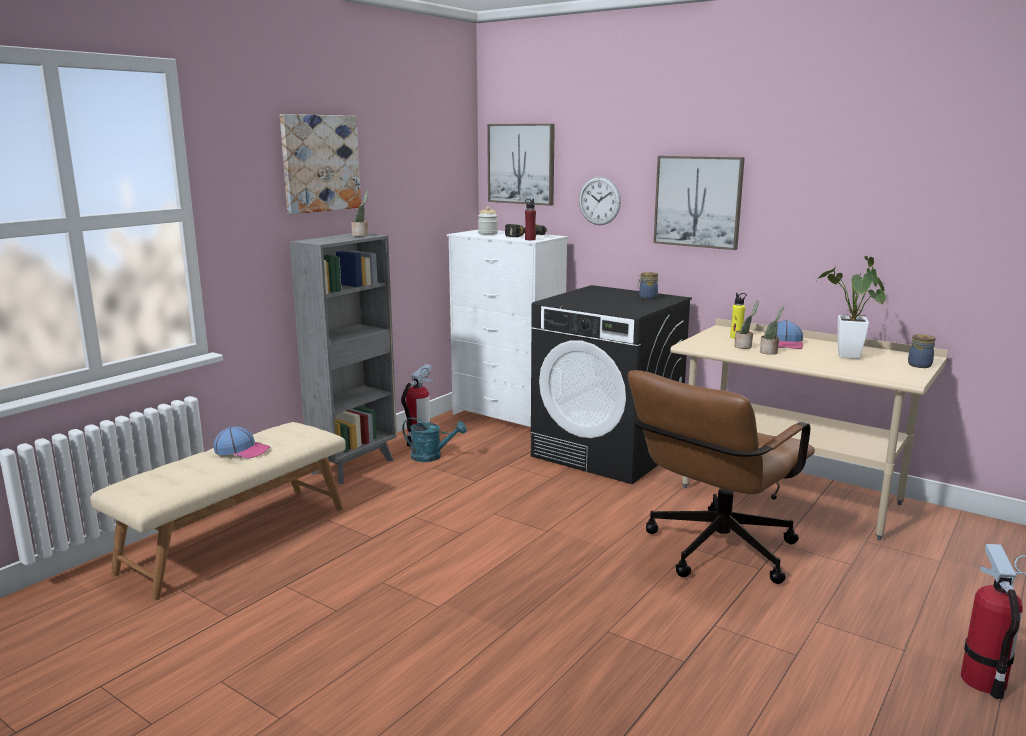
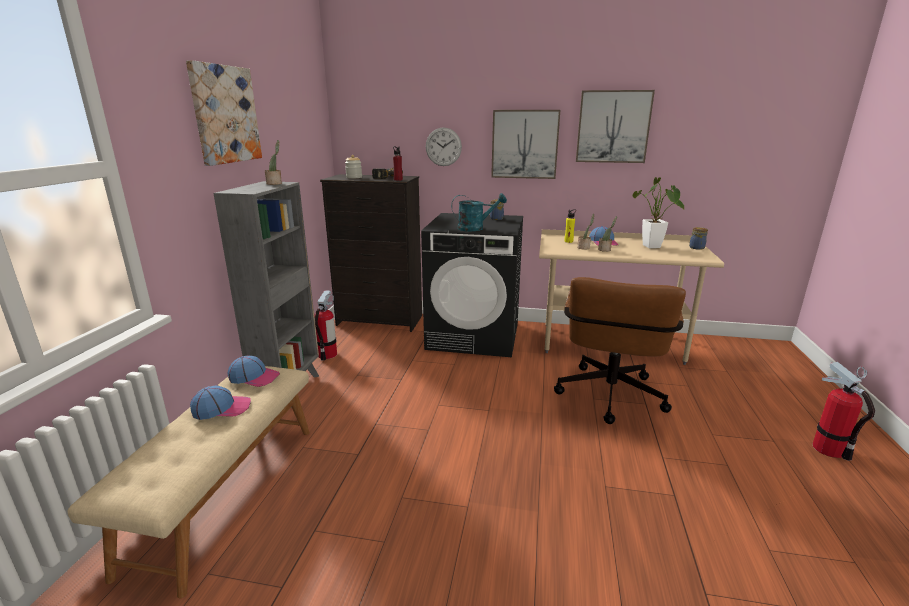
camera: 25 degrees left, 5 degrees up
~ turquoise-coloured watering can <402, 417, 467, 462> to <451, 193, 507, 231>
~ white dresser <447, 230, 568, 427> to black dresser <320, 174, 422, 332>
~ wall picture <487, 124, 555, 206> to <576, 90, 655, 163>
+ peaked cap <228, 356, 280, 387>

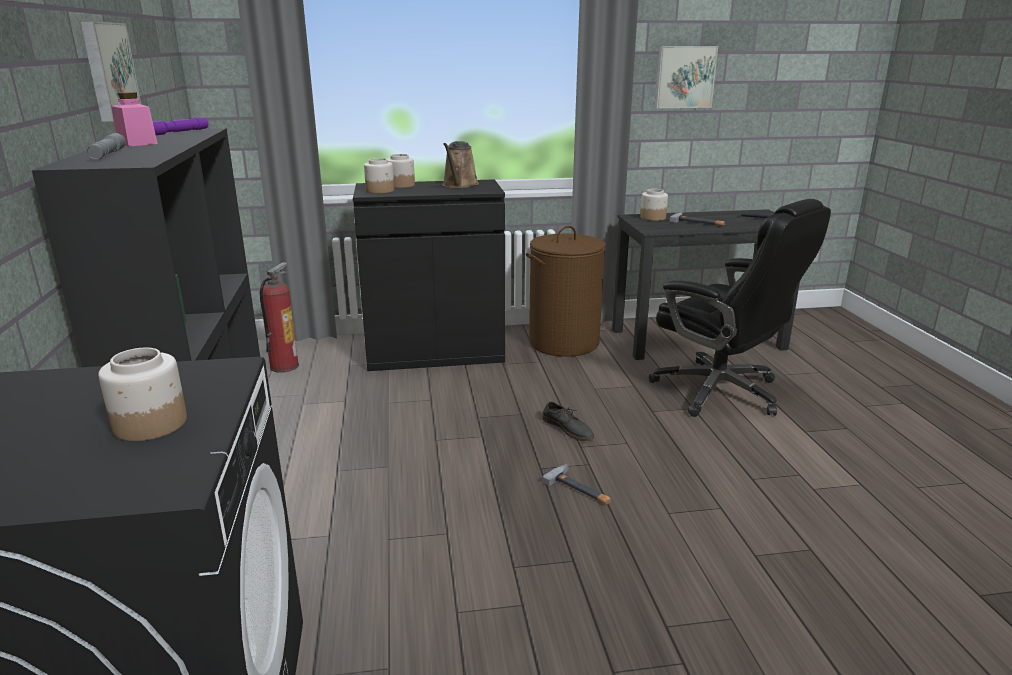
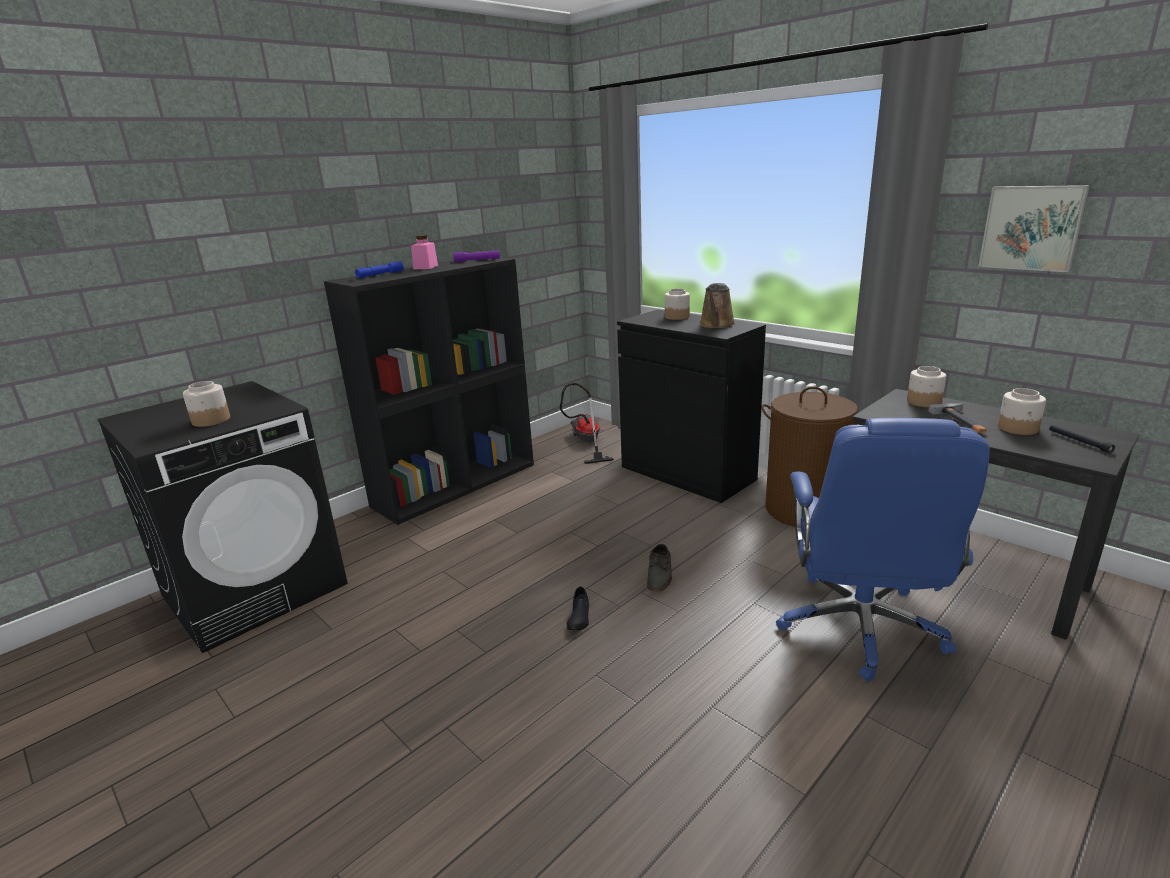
camera: 55 degrees right, 0 degrees up
- wall picture <80, 21, 141, 122>
~ gray torch <86, 133, 126, 160> to blue torch <355, 261, 404, 278>
~ fire extinguisher <259, 262, 299, 373> to vacuum cleaner <560, 383, 614, 464>
~ storage jar <364, 158, 394, 194> to <998, 388, 1046, 435>
~ brown watering can <442, 141, 479, 188> = <699, 283, 735, 328> 45 degrees counterclockwise
~ tool hammer <542, 464, 611, 505> to black shoe <567, 586, 589, 630>
~ black office chair <649, 199, 831, 417> to blue office chair <776, 418, 990, 682>

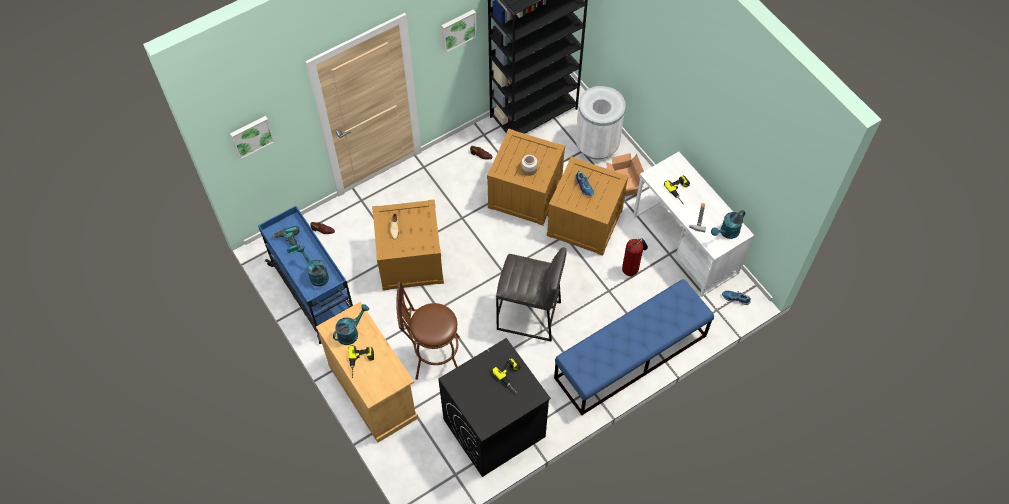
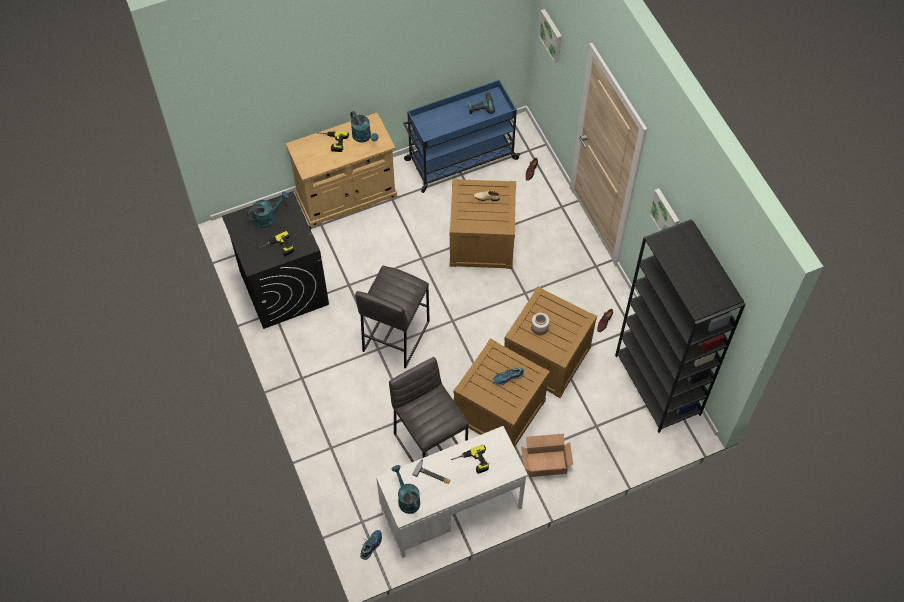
camera: 100 degrees right, 0 degrees up
~ turquoise-coloured watering can <297, 246, 329, 286> to <247, 191, 289, 228>
- brown stool <396, 282, 460, 380>
- blue indoor bench <554, 279, 714, 415>
- white trash can <575, 86, 626, 160>
~ fire extinguisher <622, 238, 648, 276> to gray stool <389, 357, 469, 462>

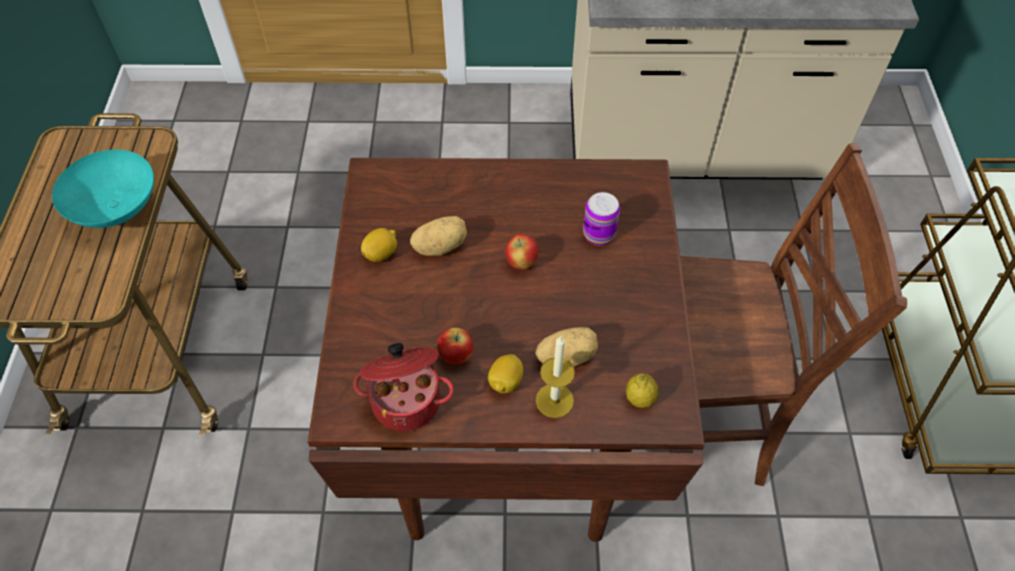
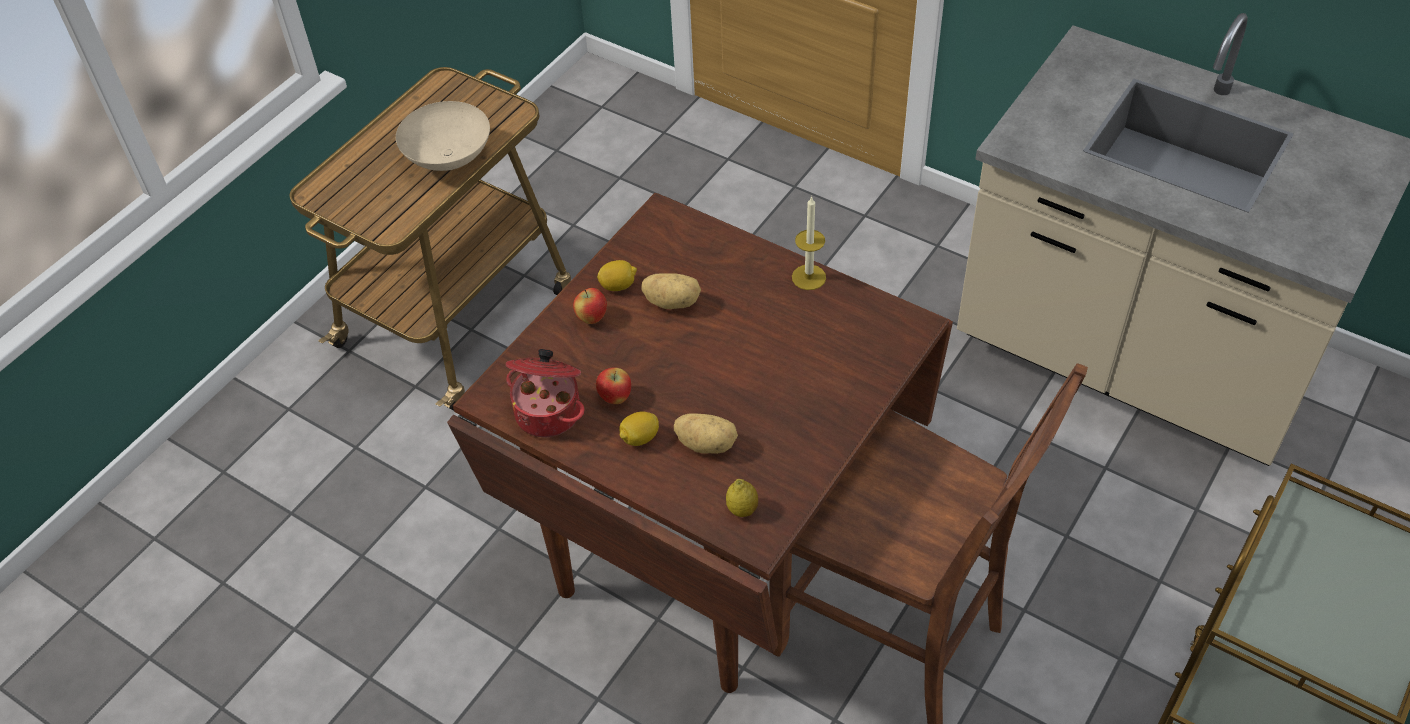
camera: 35 degrees right, 5 degrees down
~ turquoise-coloured deep dish <52, 150, 154, 228> to beige-coloured deep dish <396, 101, 490, 171>
~ apple fruit <505, 234, 539, 270> to <573, 288, 607, 324>
~ wax light <536, 336, 575, 418> to <792, 196, 826, 290>
- can <583, 192, 620, 245>

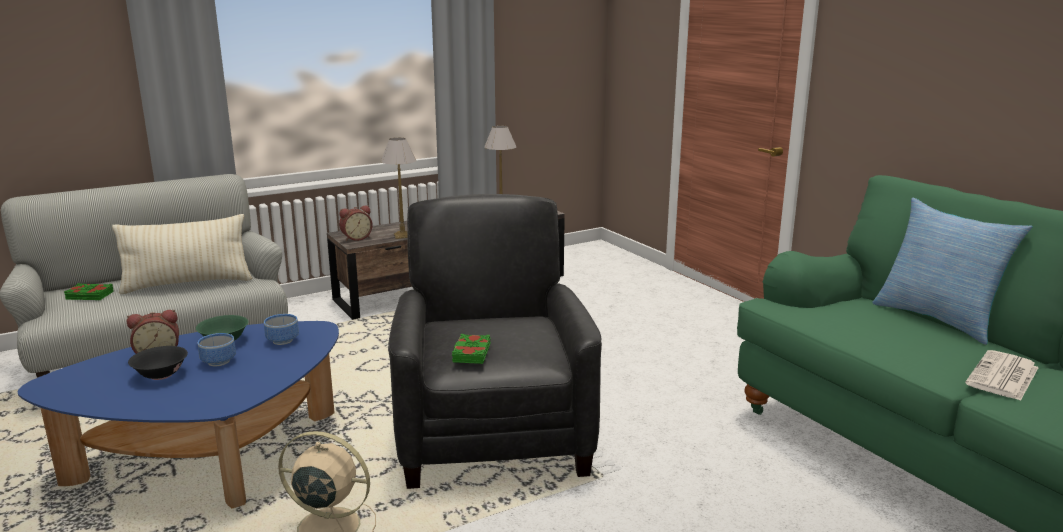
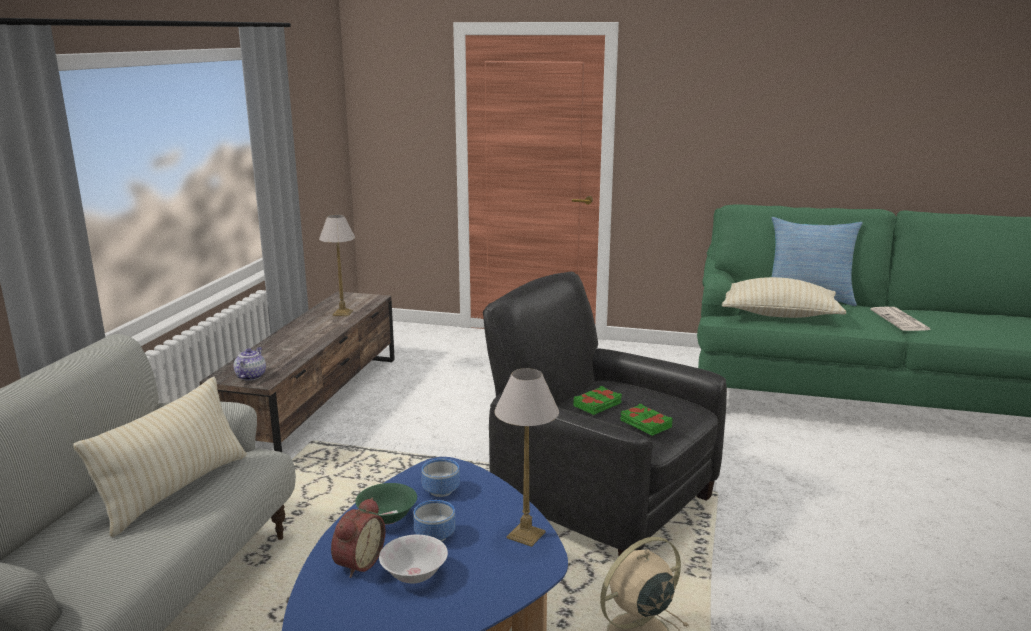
camera: 45 degrees left, 0 degrees up
~ greenish volume <64, 283, 114, 300> to <573, 386, 622, 415>
~ black deep dish <128, 346, 188, 380> to white deep dish <379, 535, 448, 584>
~ alarm clock <339, 205, 373, 241> to tea pot <234, 347, 266, 381>
~ lamp for a table <381, 138, 416, 239> to <494, 368, 559, 547>
+ beige-coloured throw pillow <721, 277, 846, 318>

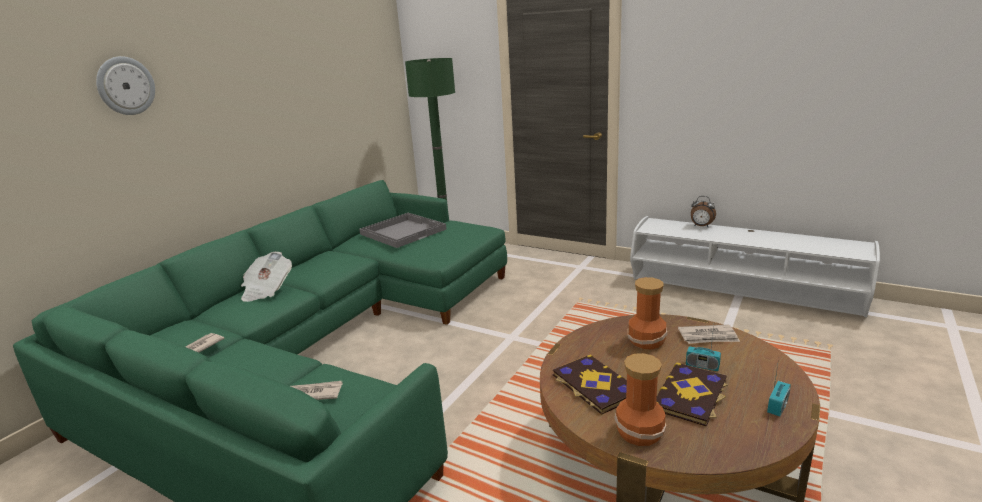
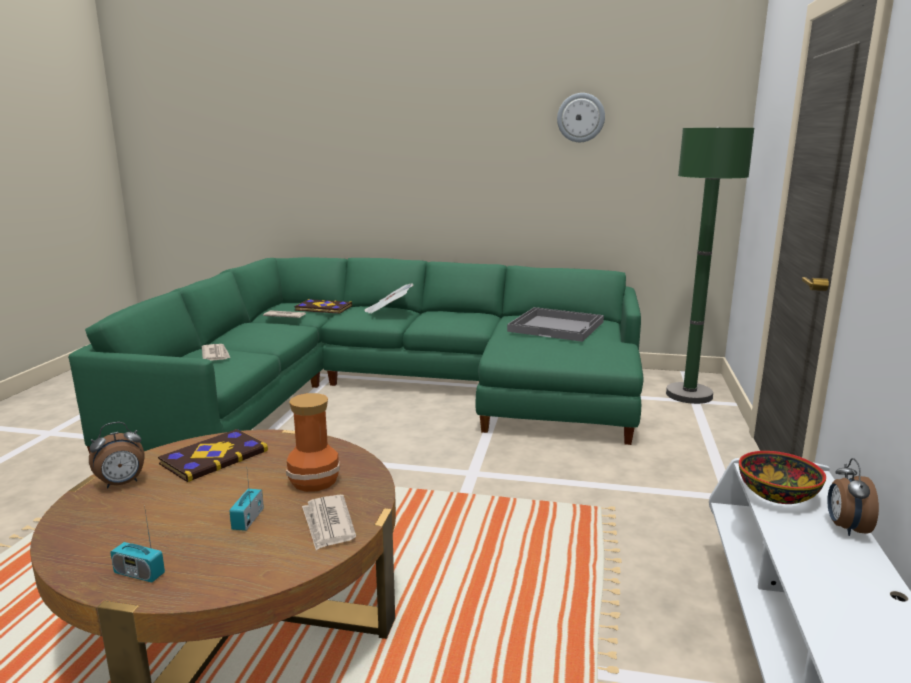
camera: 70 degrees right, 5 degrees down
~ wall clock <96, 56, 155, 115> to <557, 93, 605, 142>
~ vase <614, 353, 666, 446> to alarm clock <89, 422, 144, 489>
~ volume <656, 362, 728, 427> to <294, 299, 352, 314>
+ deep dish <739, 451, 826, 504>

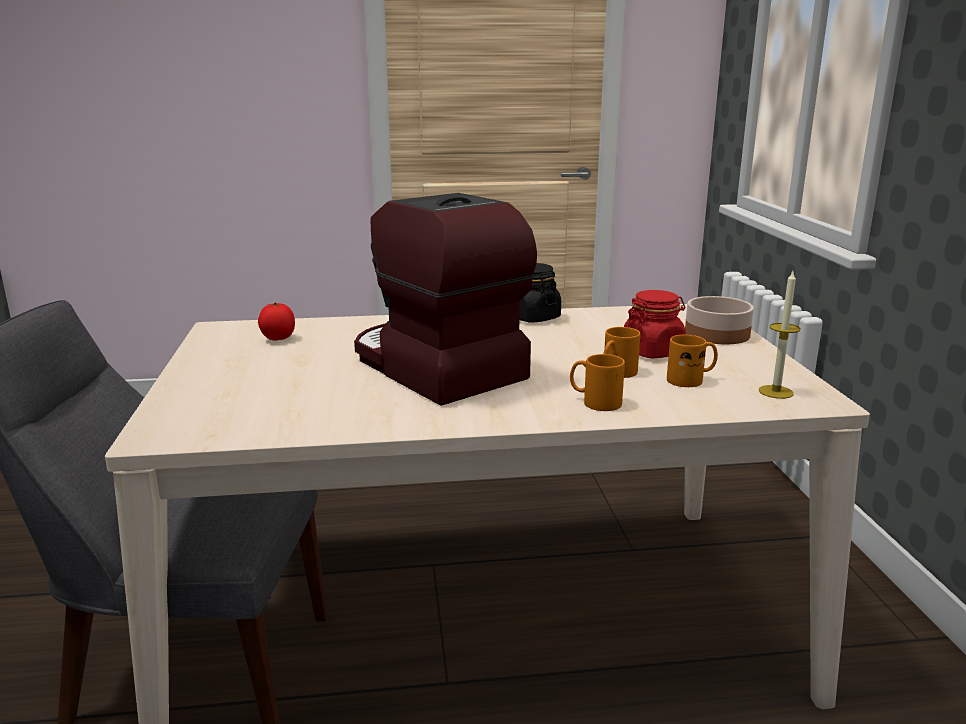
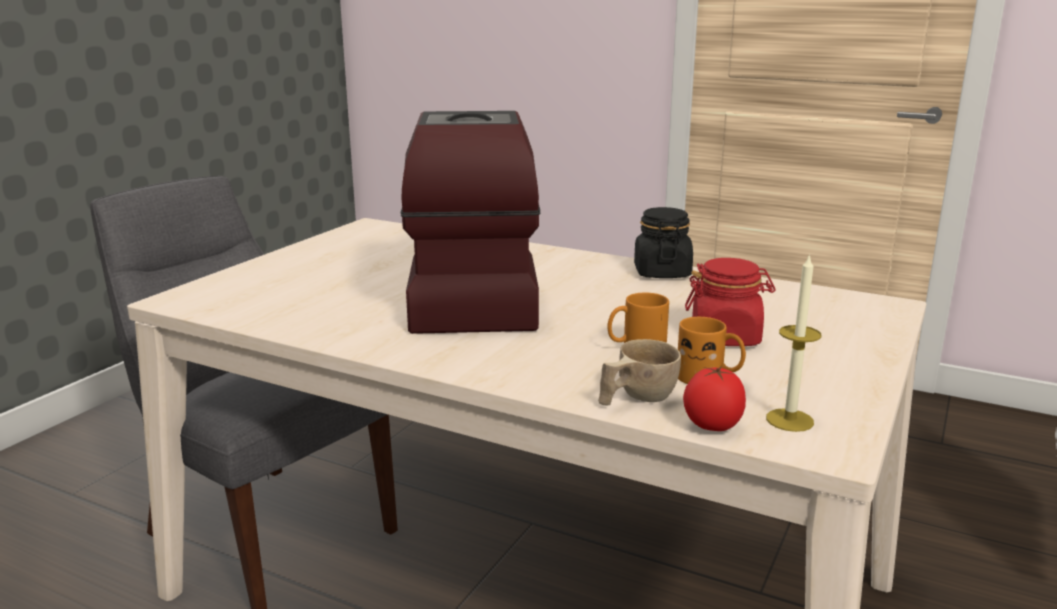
camera: 35 degrees right, 0 degrees up
~ tomato <258, 303, 295, 341> to <683, 366, 746, 431>
- orangey tea mug <570, 354, 625, 411>
- deep dish <685, 296, 754, 344>
+ beige-coloured cup <598, 339, 681, 405>

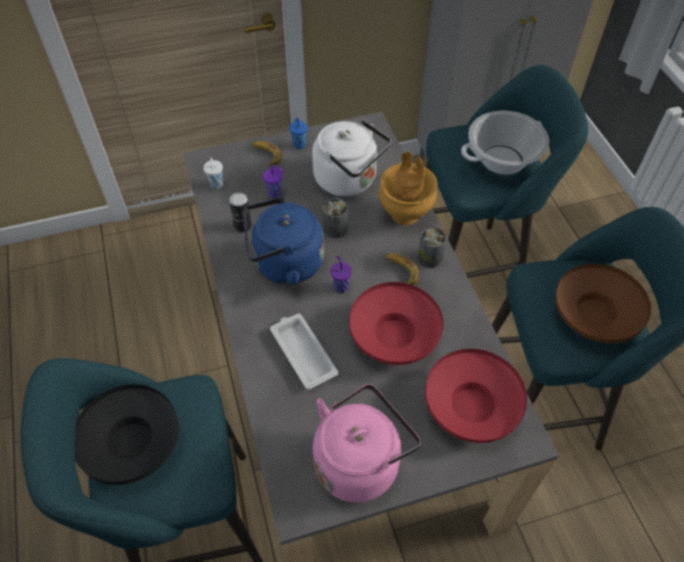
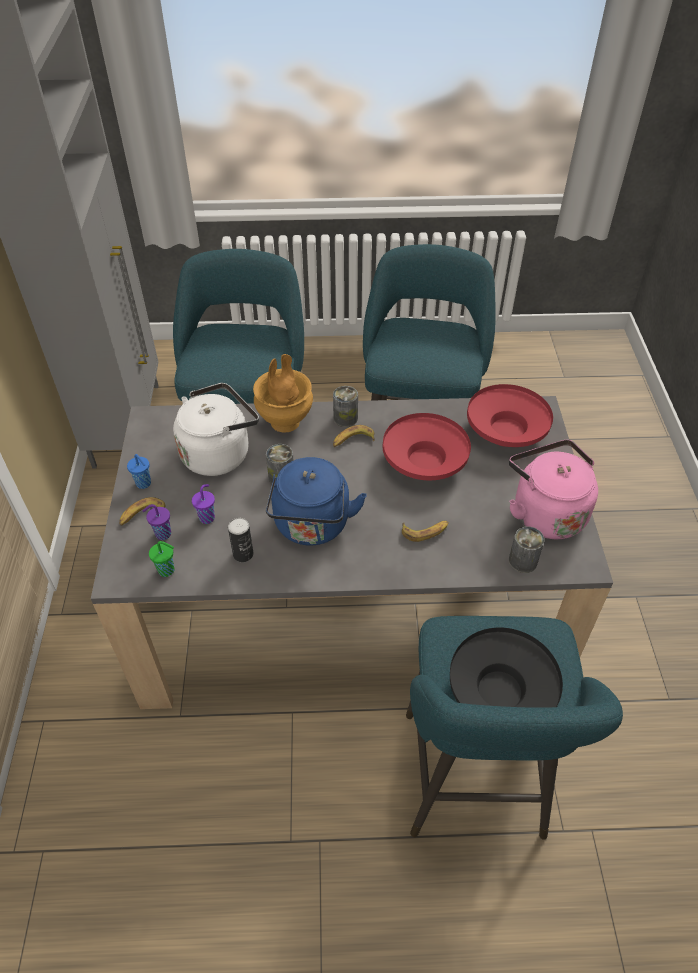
camera: 75 degrees left, 5 degrees down
~ white cup <203, 158, 223, 189> to greenish cup <149, 541, 174, 577>
~ white serving tray <270, 314, 338, 390> to banana <402, 521, 449, 542>
~ purple cup <330, 256, 352, 293> to <142, 504, 171, 540>
- stockpot <461, 110, 549, 175>
- brown deep dish <555, 264, 651, 343>
+ can <509, 526, 545, 573>

